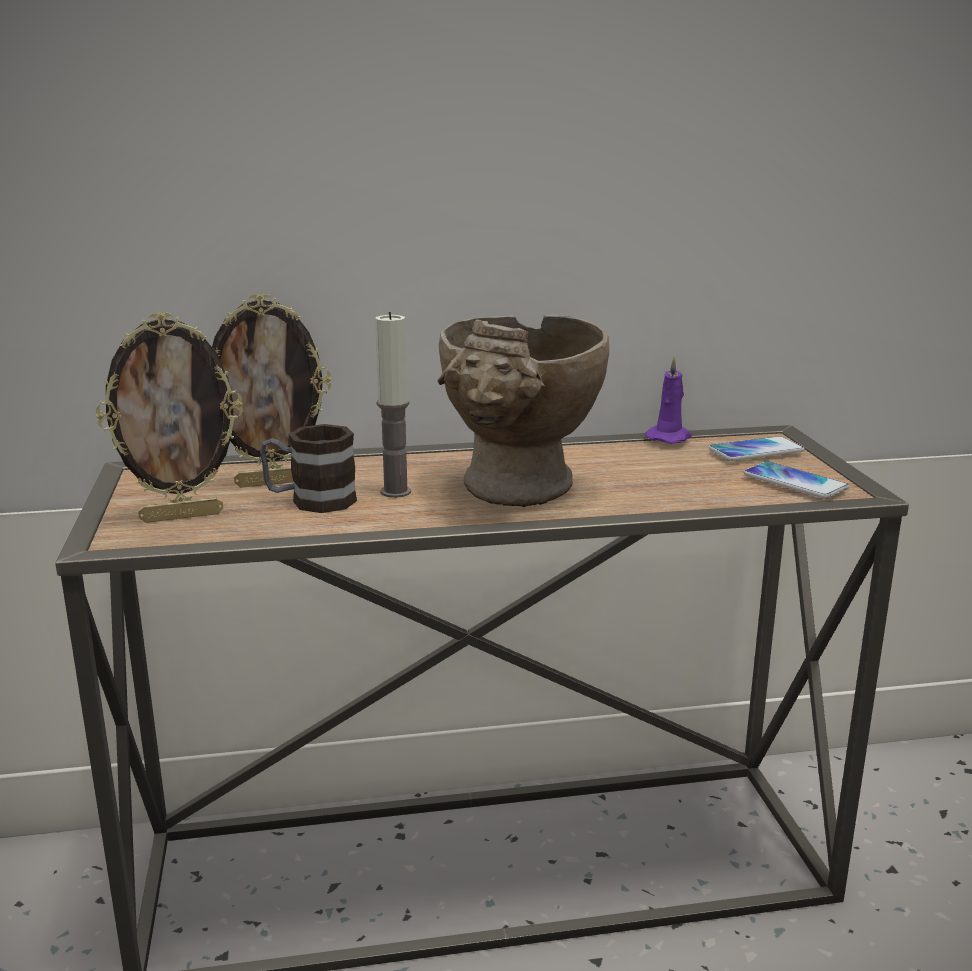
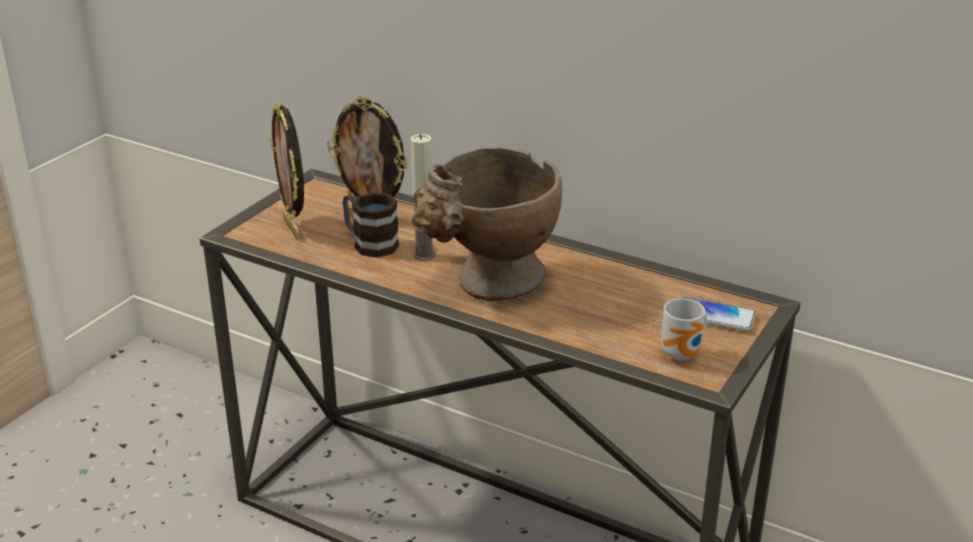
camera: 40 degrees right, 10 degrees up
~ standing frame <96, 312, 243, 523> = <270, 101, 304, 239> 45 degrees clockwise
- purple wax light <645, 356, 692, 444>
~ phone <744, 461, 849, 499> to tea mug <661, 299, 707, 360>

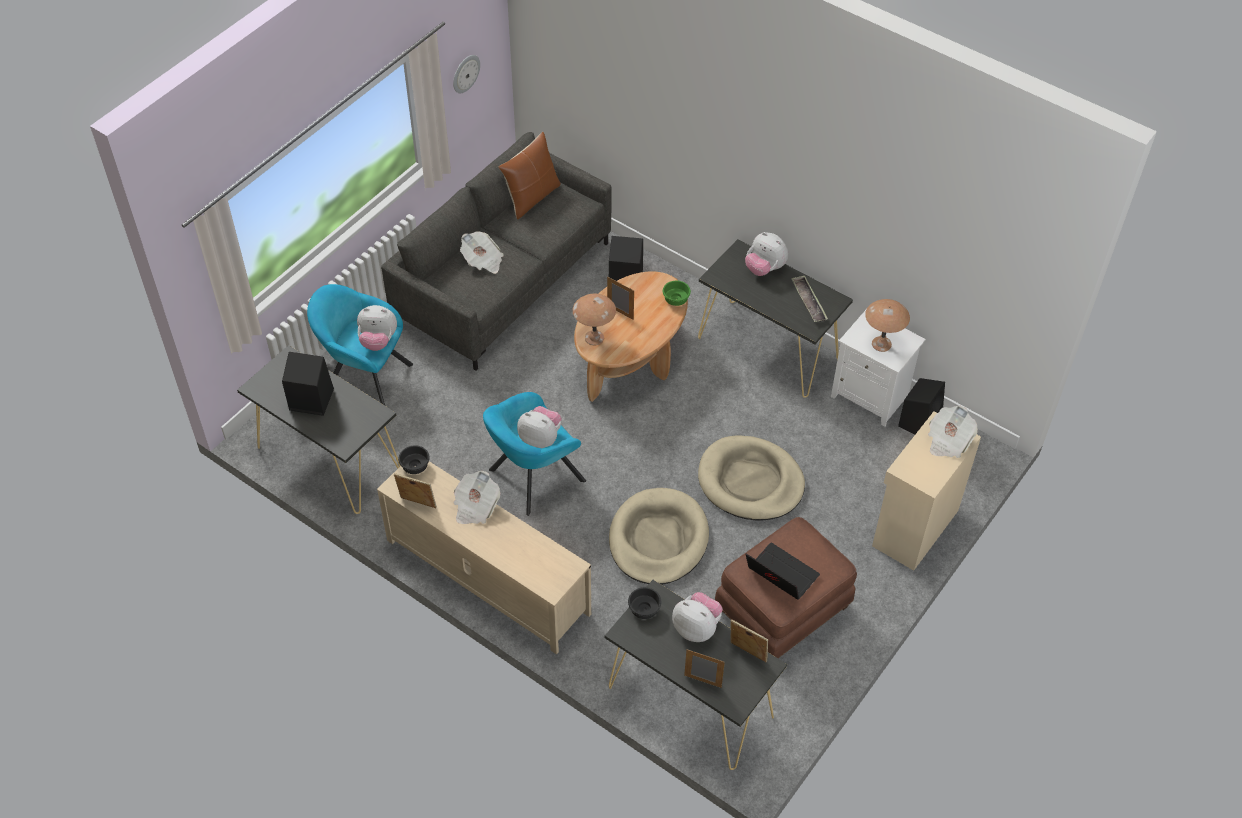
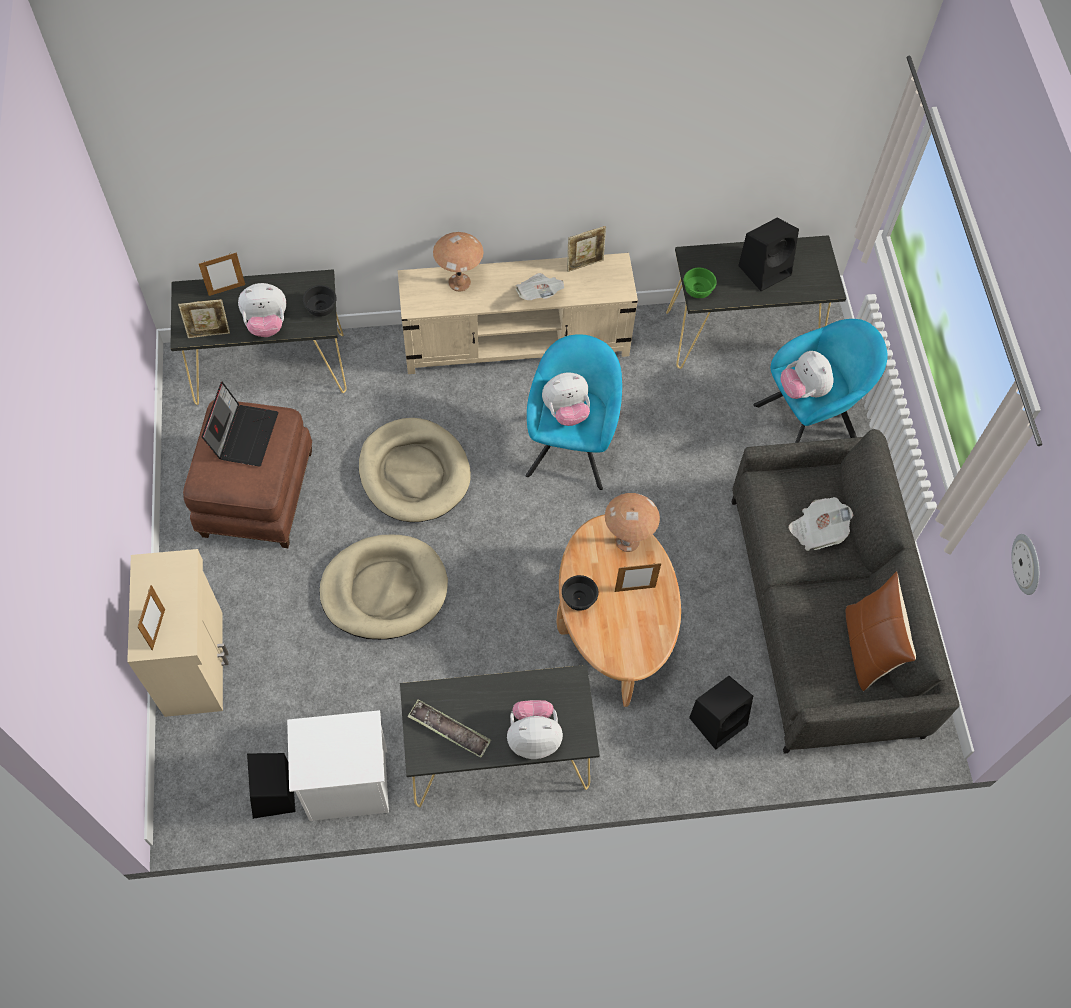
camera: 135 degrees right, 10 degrees up
~ cuddly toy <357, 305, 397, 351> = <780, 351, 834, 399> 75 degrees counterclockwise
~ black deep dish <398, 445, 430, 474> to <562, 575, 598, 611>
~ greenish deep dish <663, 281, 691, 306> to <683, 268, 717, 298>
~ notebook computer <746, 542, 820, 600> = <202, 382, 278, 466> 75 degrees counterclockwise
~ brown lamp for a table <865, 299, 910, 352> to <433, 232, 484, 292>
~ daily paper <928, 406, 978, 458> to standing frame <138, 585, 165, 650>

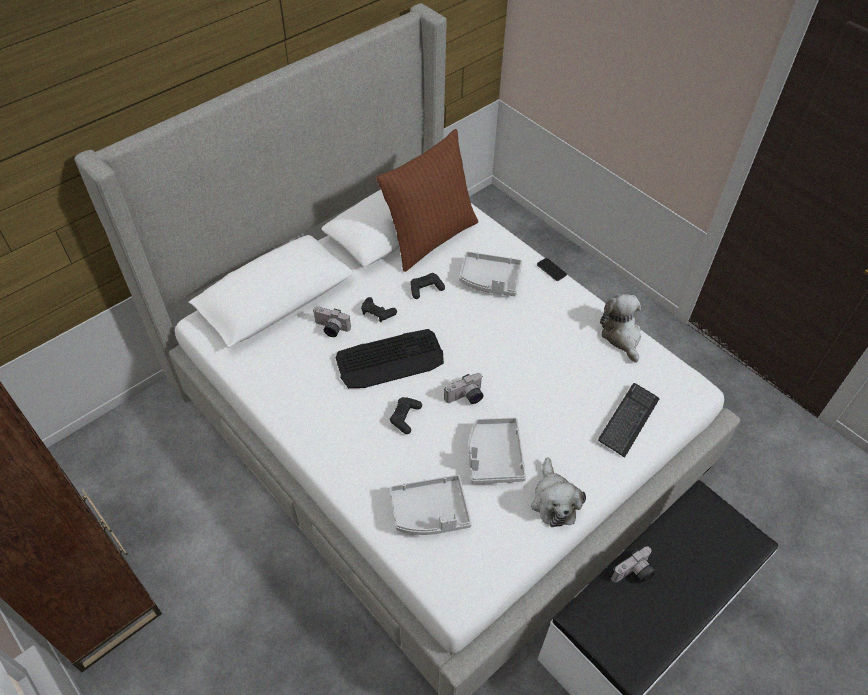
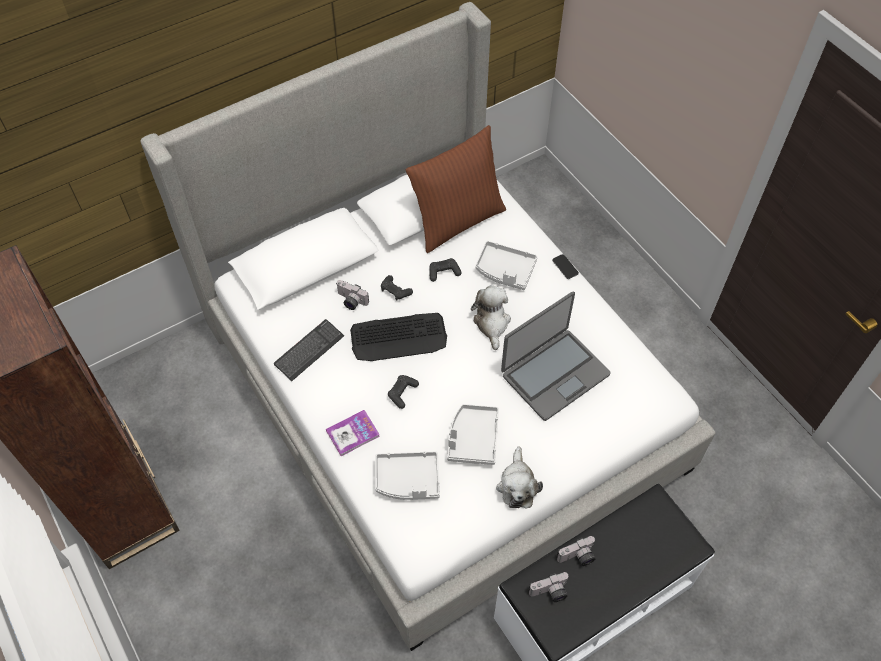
camera: 10 degrees right, 5 degrees up
~ still camera <444, 373, 484, 404> to <528, 572, 569, 602>
~ computer keyboard <598, 383, 660, 458> to <274, 319, 344, 381>
~ cuddly toy <600, 294, 641, 363> to <471, 285, 511, 350>
+ volume <326, 410, 380, 456>
+ notebook computer <501, 292, 610, 421>

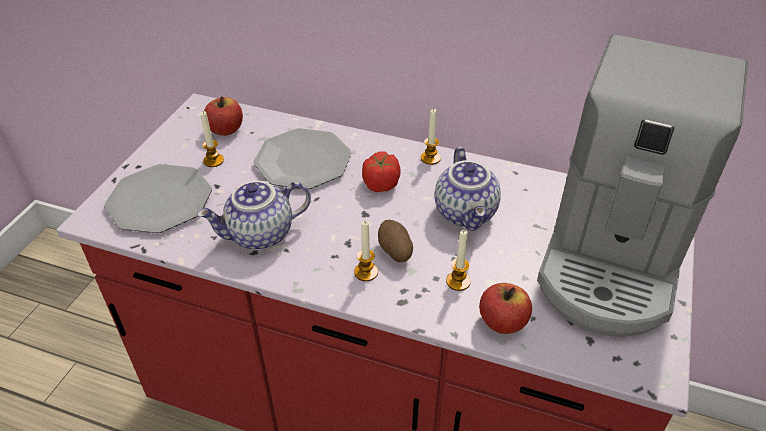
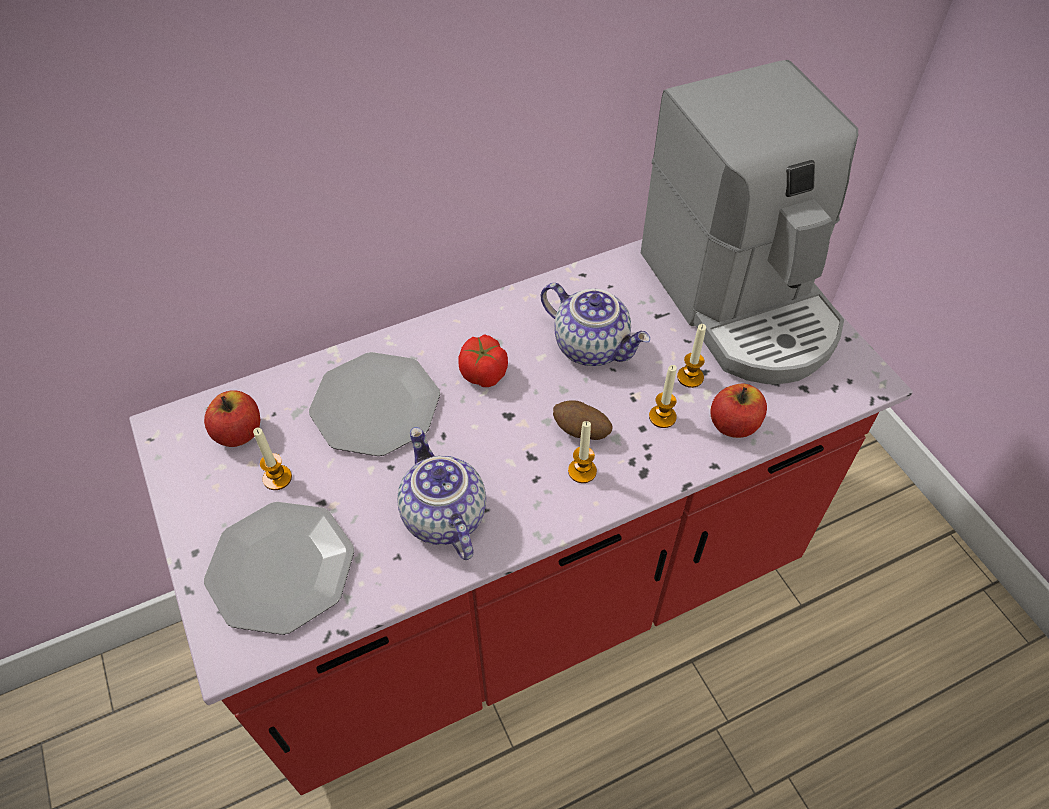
camera: 45 degrees left, 10 degrees up
~ tea pot <197, 180, 311, 250> = <397, 427, 486, 560> 135 degrees clockwise
~ wax light <421, 109, 441, 165> to <677, 324, 706, 388>

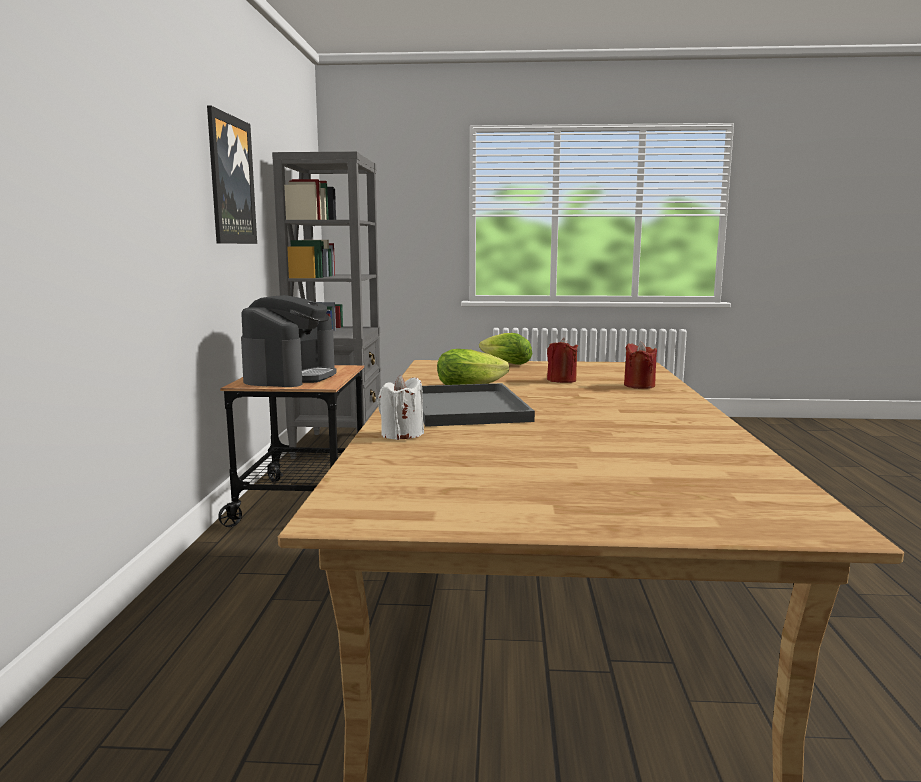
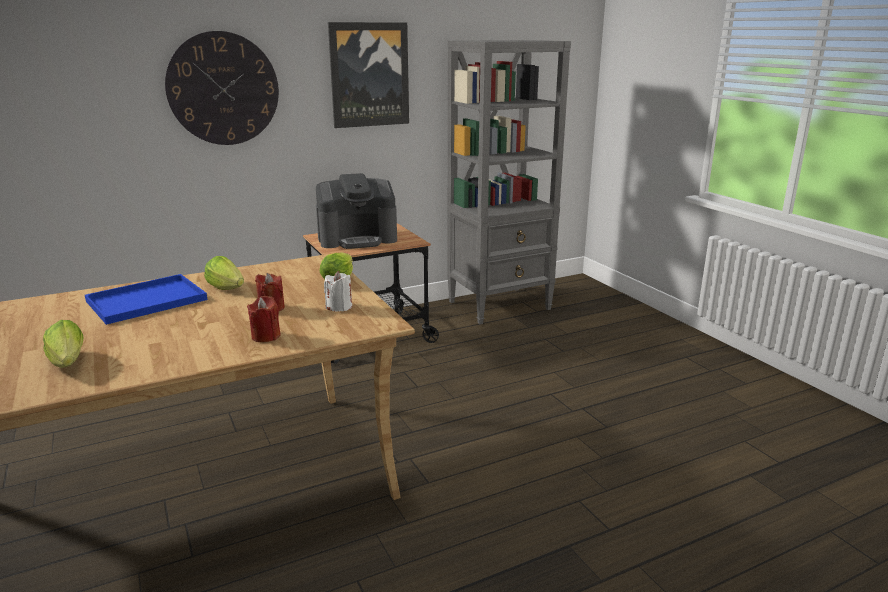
camera: 60 degrees right, 10 degrees up
~ white wax light <378, 375, 424, 440> to <324, 271, 352, 312>
~ gray serving tray <422, 383, 535, 427> to blue serving tray <85, 274, 207, 325>
+ lettuce head <43, 320, 83, 368>
+ wall clock <165, 31, 279, 145>

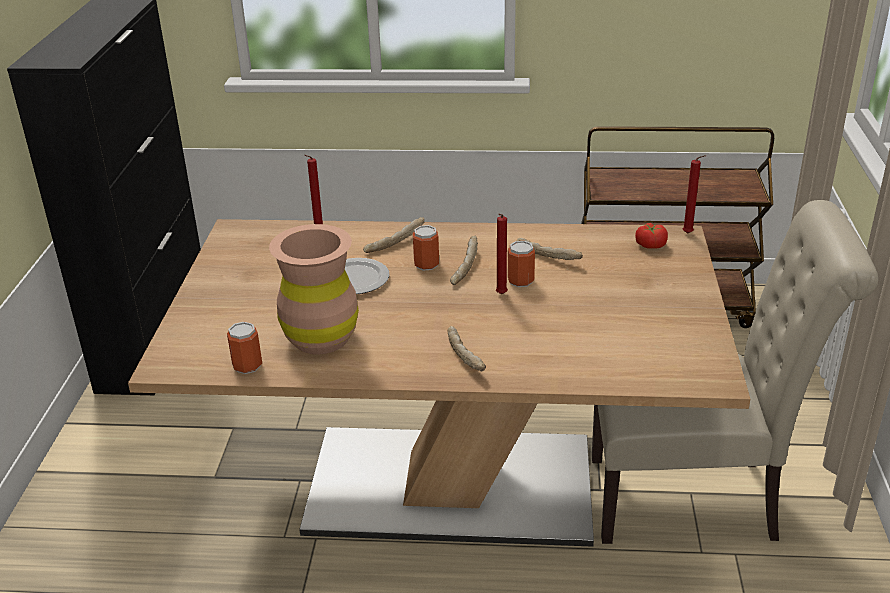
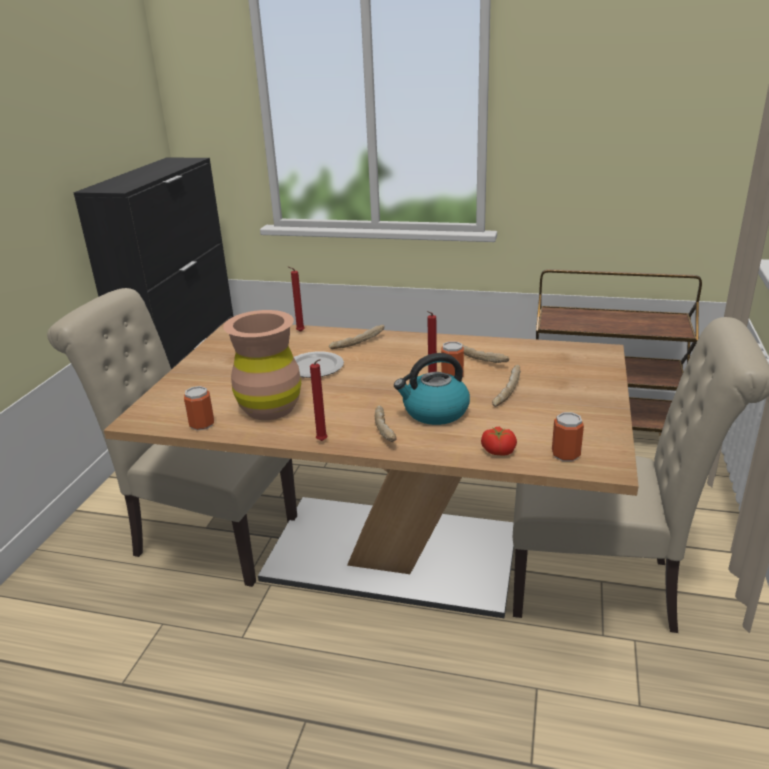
camera: 10 degrees right, 5 degrees down
~ can <413, 225, 439, 271> to <552, 412, 584, 461>
~ bakery bread <450, 236, 478, 285> to <492, 365, 521, 407>
~ tomato <635, 223, 668, 249> to <481, 427, 517, 456>
~ red wax light <683, 155, 706, 234> to <310, 359, 327, 441>
+ beige-coloured chair <47, 288, 297, 587>
+ tea kettle <394, 353, 470, 425>

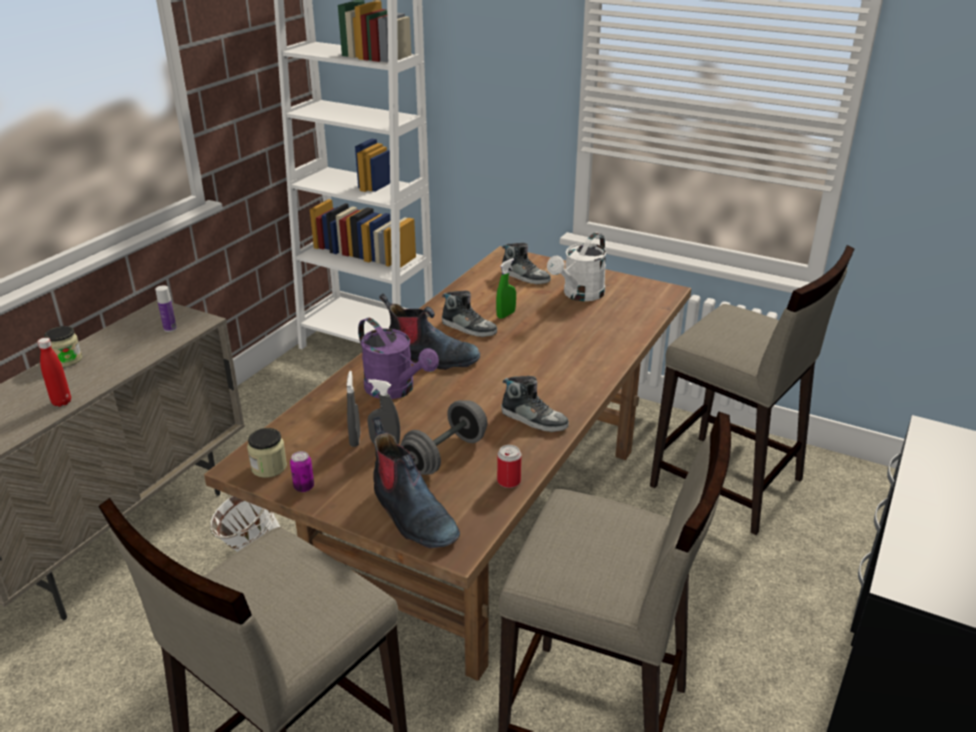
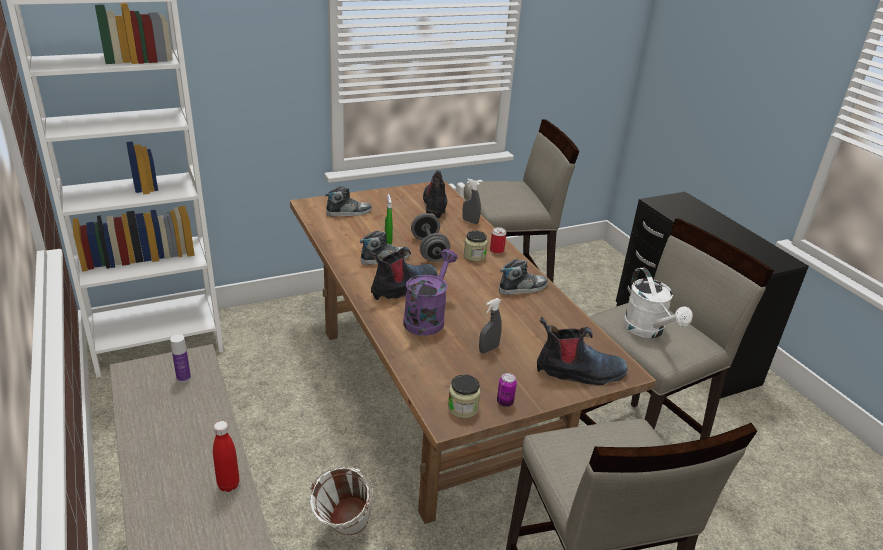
camera: 55 degrees left, 0 degrees up
~ storage jar <44, 326, 82, 367> to <464, 231, 488, 262>
~ gray spray bottle <347, 371, 360, 447> to <463, 179, 481, 224>
~ purple watering can <358, 318, 439, 399> = <403, 249, 458, 336> 60 degrees counterclockwise
~ gray dumbbell <400, 400, 487, 475> to <411, 213, 450, 262>
~ can <497, 445, 521, 488> to <490, 227, 506, 254>
~ white watering can <547, 232, 607, 301> to <623, 268, 693, 338>
+ high-top boot <423, 170, 447, 219>

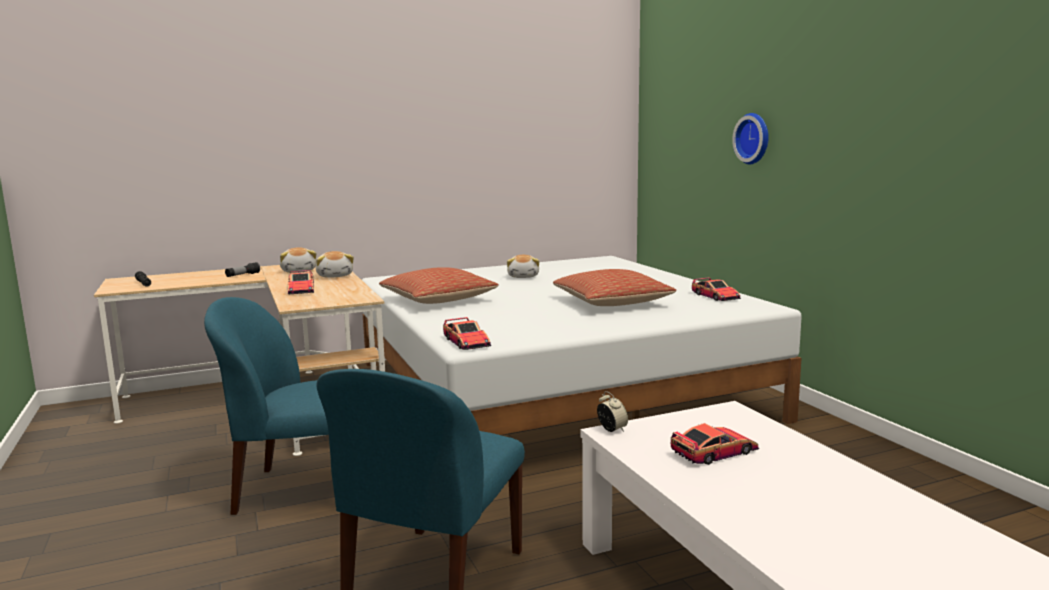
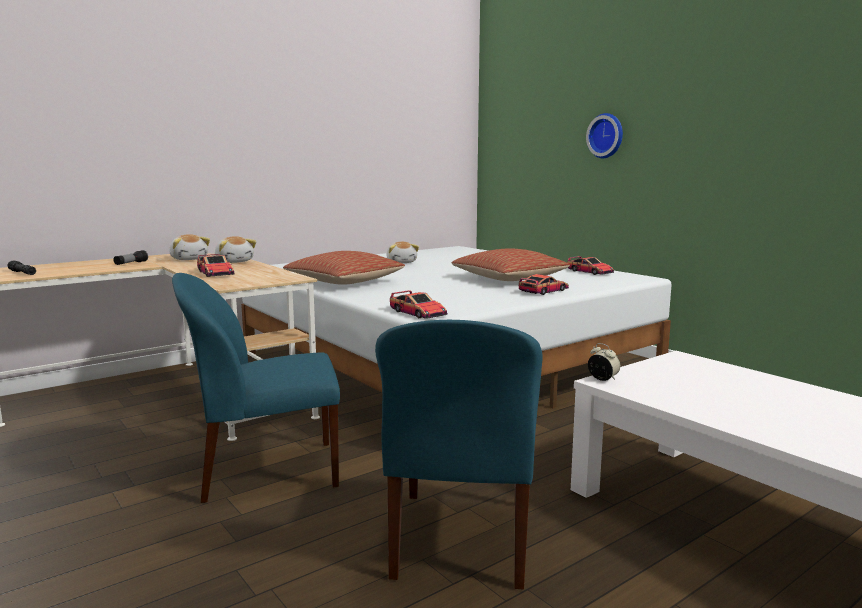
camera: 15 degrees left, 0 degrees up
~ model car <671, 423, 759, 465> to <519, 274, 569, 295>

